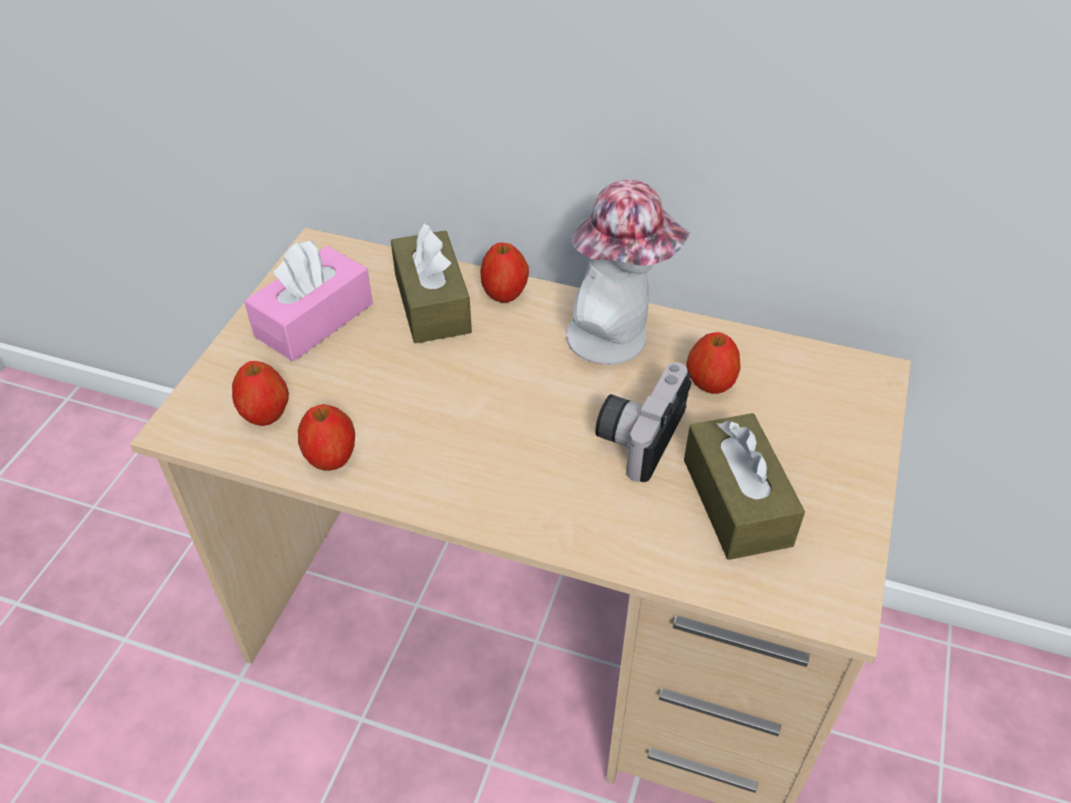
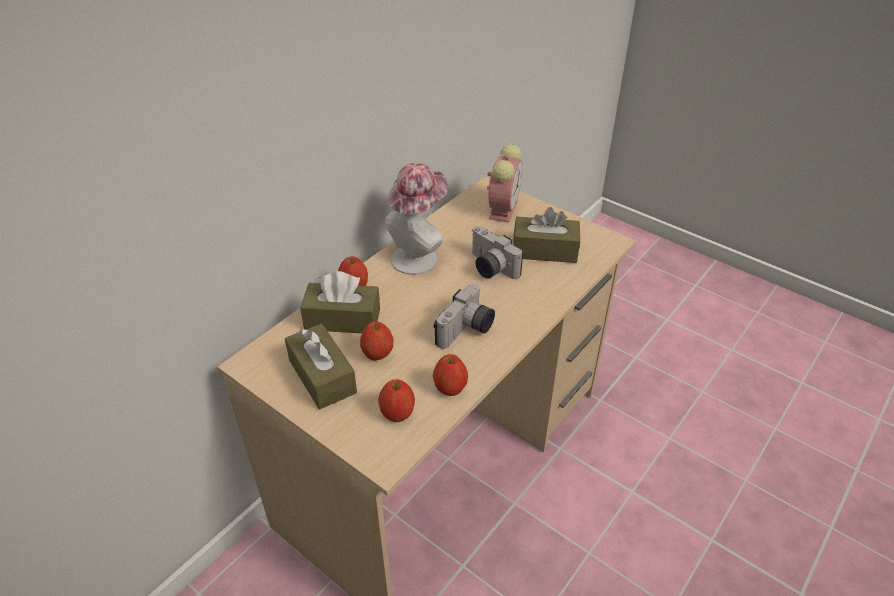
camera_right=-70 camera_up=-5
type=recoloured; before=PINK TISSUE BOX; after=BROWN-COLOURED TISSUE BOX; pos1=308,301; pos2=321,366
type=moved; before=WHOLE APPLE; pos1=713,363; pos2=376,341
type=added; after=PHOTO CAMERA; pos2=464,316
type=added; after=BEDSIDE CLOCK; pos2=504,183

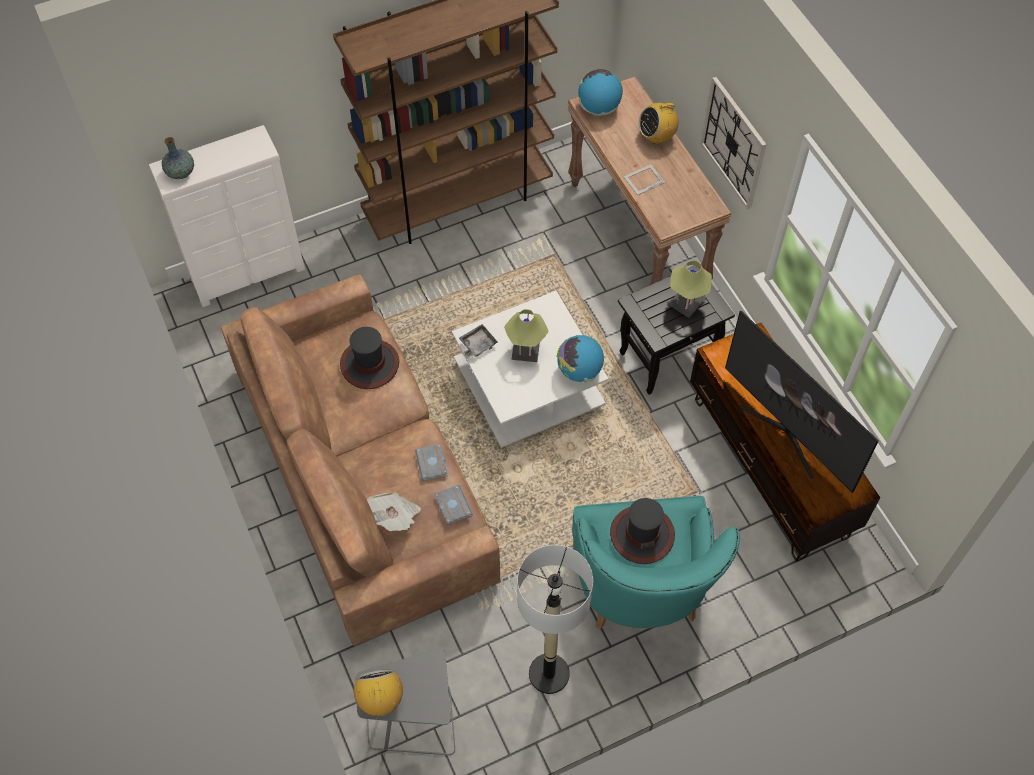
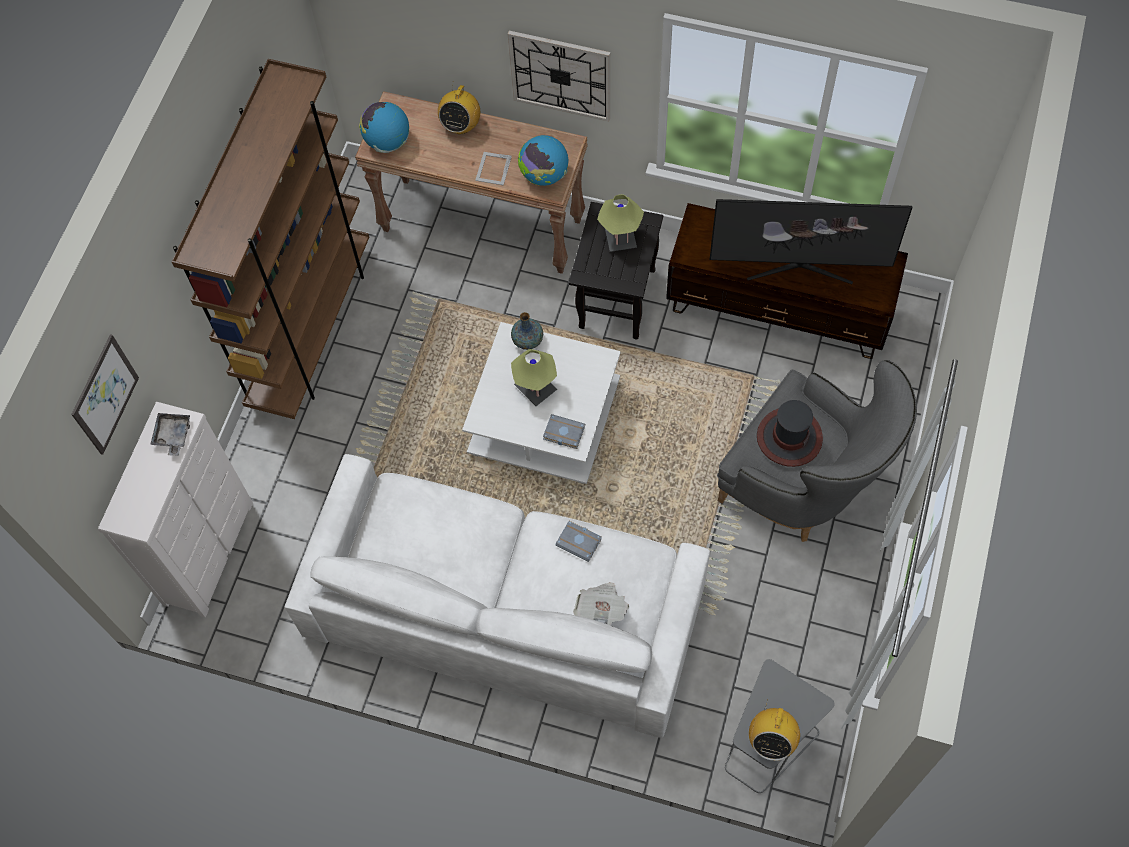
camera_right=-45 camera_up=5
type=added; after=WALL PICTURE; pos2=105,394
type=moved; before=GREY CARRYING TRAY; pos1=478,341; pos2=170,434
type=recoloured; before=BROWN-COLOURED SOFA; after=WHITE SOFA; pos1=360,460; pos2=497,596
type=moved; before=FLOWER VASE; pos1=178,158; pos2=527,331
type=moved; before=GLOBE; pos1=580,359; pos2=543,160
type=moved; before=GREY VOLUME; pos1=454,505; pos2=564,431
type=recoloured; before=TURQUOISE-COLOURED EASY CHAIR; after=GREY EASY CHAIR; pos1=656,562; pos2=817,451
type=turned; before=RADIO RECEIVER; pos1=378,692; pos2=774,730; turn=-105
type=removed; before=HAT; pos1=369,358
type=removed; before=STANDING LAMP; pos1=555,619

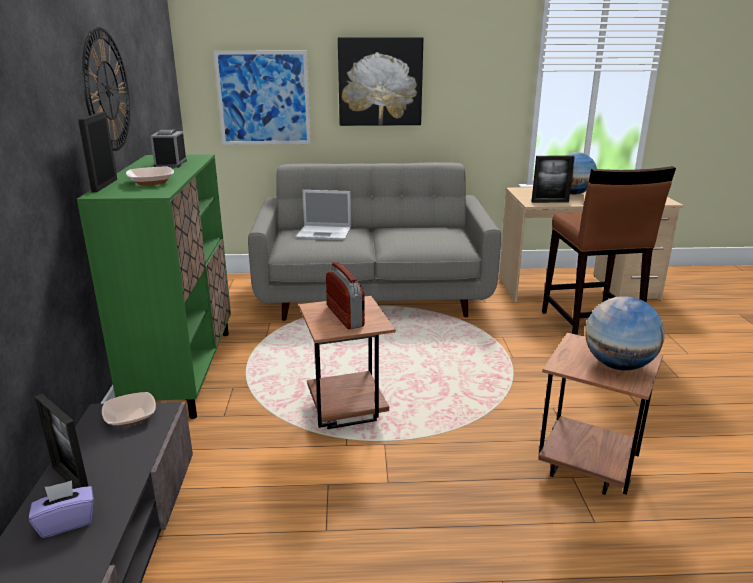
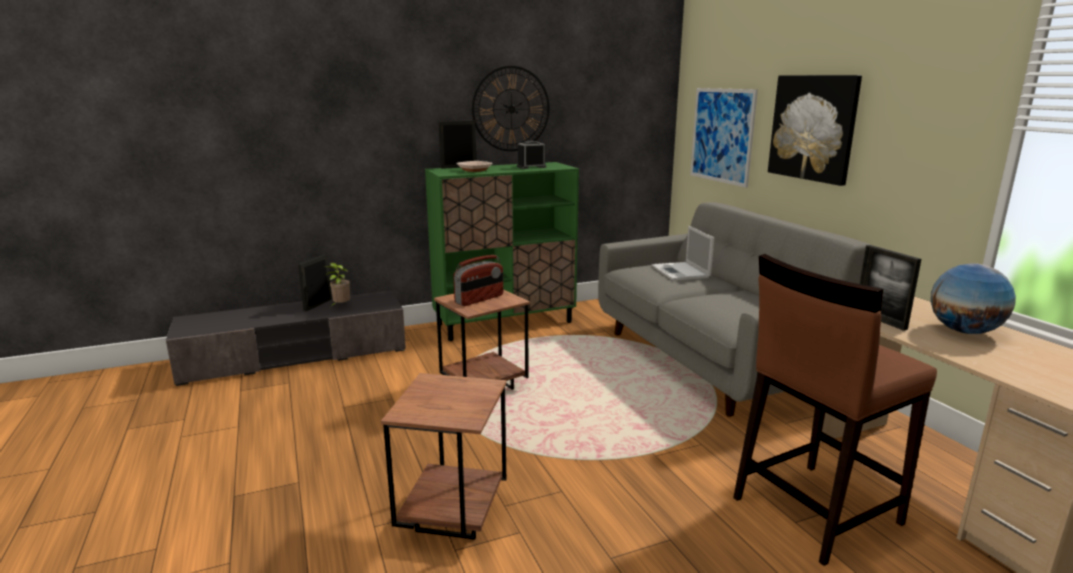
camera_right=70 camera_up=-5
type=added; after=HOUSEPLANT; pos2=337,285
type=removed; before=PURPLE TISSUE BOX; pos1=61,509
type=removed; before=SERVING BOWL; pos1=129,409
type=removed; before=GLOBE; pos1=625,333

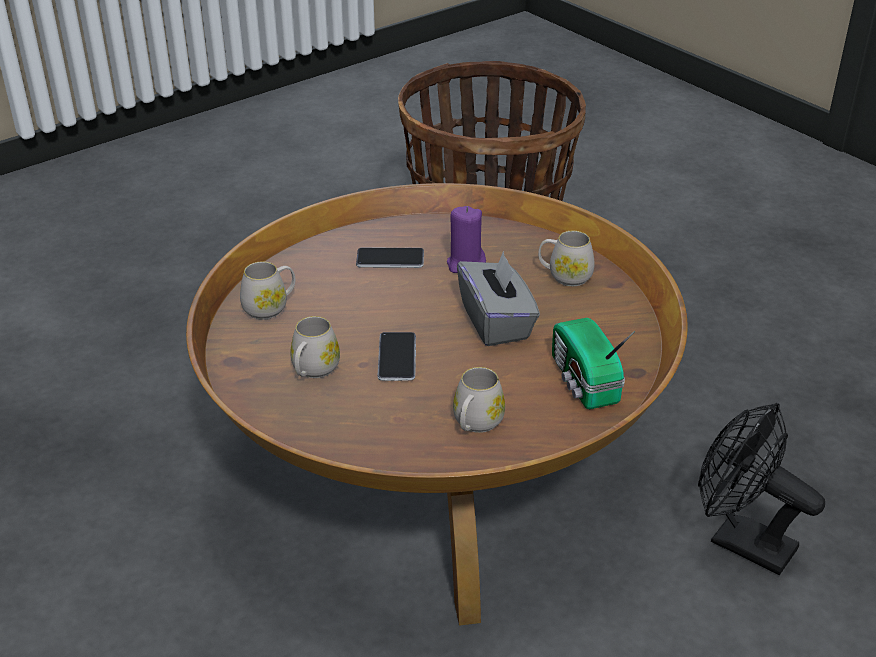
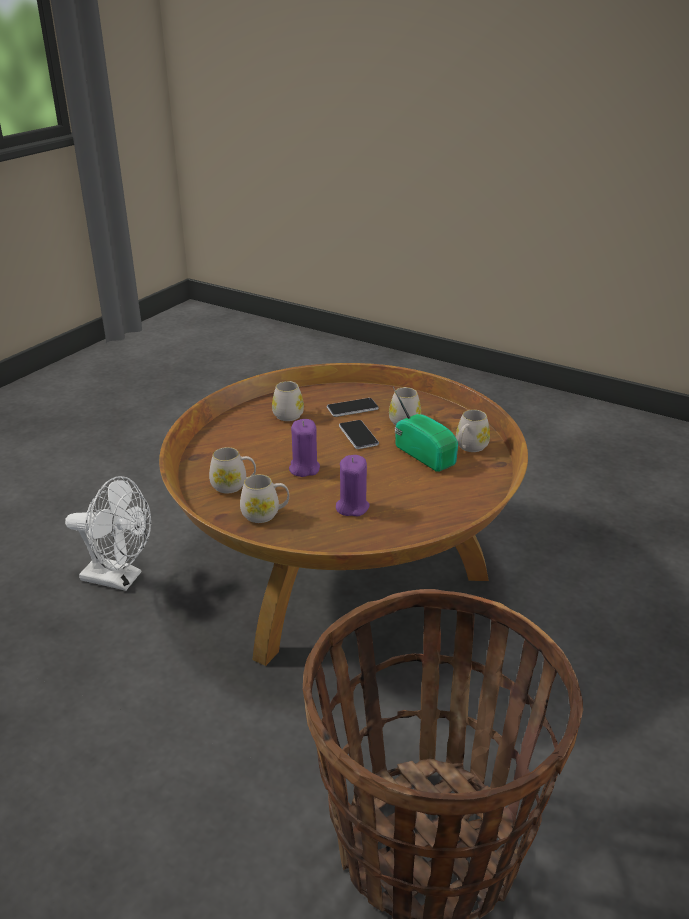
camera_right=160 camera_up=-5
type=recoloured; before=BLACK FAN; after=WHITE FAN; pos1=761,489; pos2=108,533
type=added; after=WHITE COFFEE MUG; pos2=232,470
type=replaced; before=GREY TISSUE BOX; after=PURPLE CANDLE; pos1=498,298; pos2=304,448
type=moved; before=PHONE; pos1=390,257; pos2=353,407
type=moved; before=RADIO RECEIVER; pos1=593,363; pos2=425,429

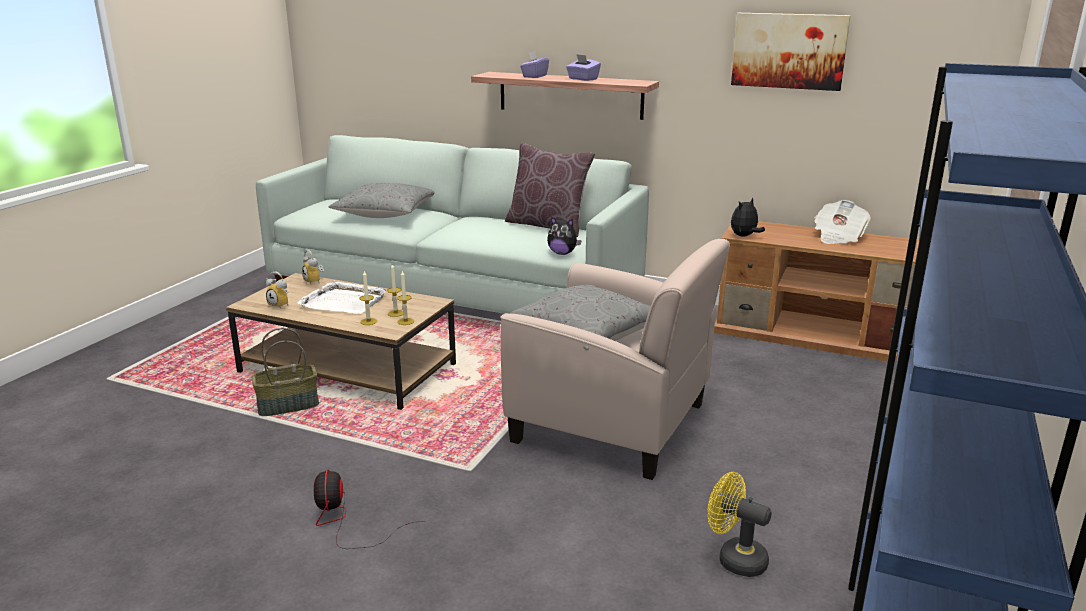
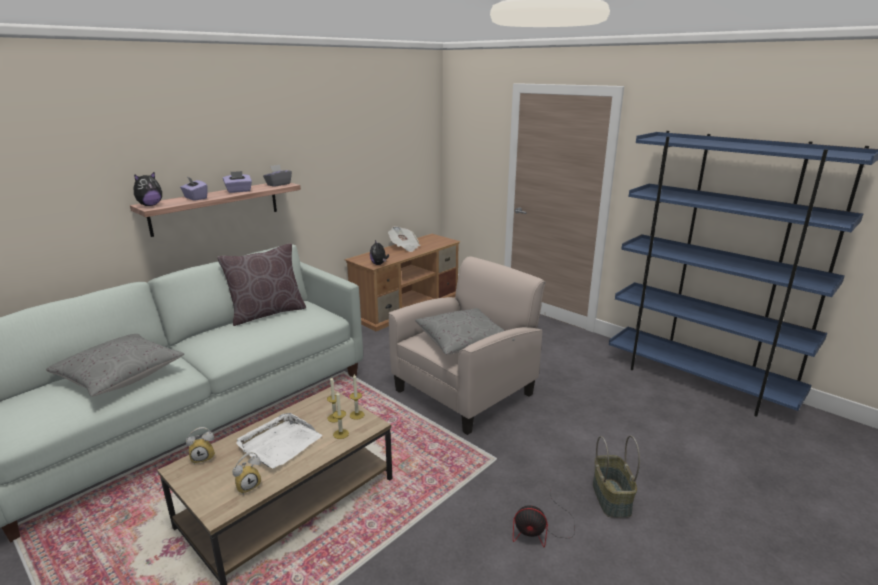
camera_right=-70 camera_up=0
type=moved; before=SOFT TOY; pos1=564,236; pos2=148,189
type=added; after=GREY TISSUE BOX; pos2=277,176
type=moved; before=HOUSEHOLD BASKET; pos1=285,372; pos2=616,477
type=removed; before=YELLOW FAN; pos1=740,524
type=removed; before=WALL PICTURE; pos1=791,52

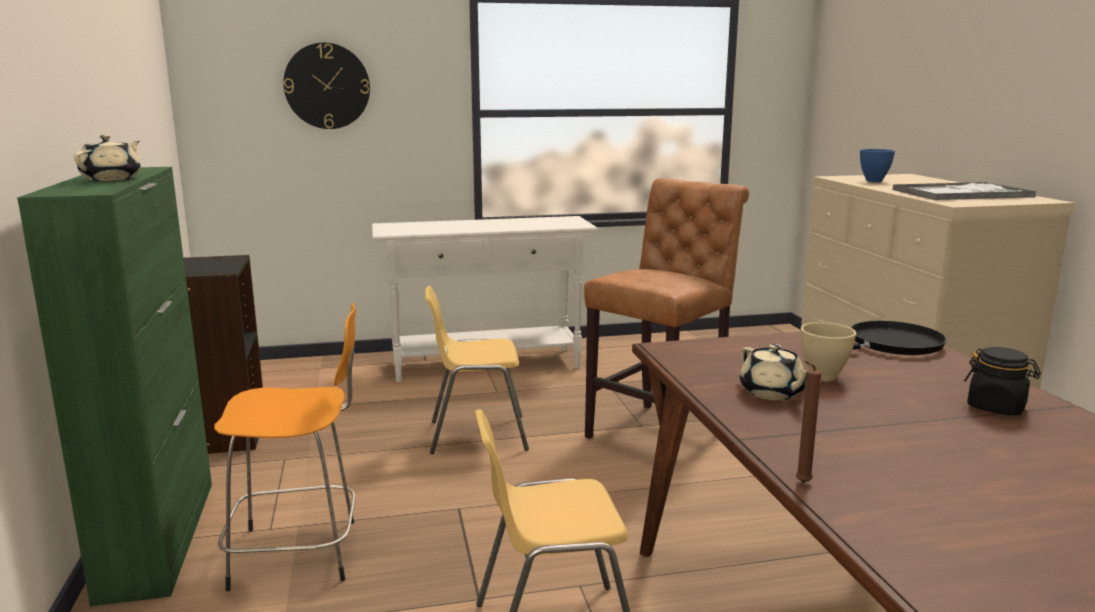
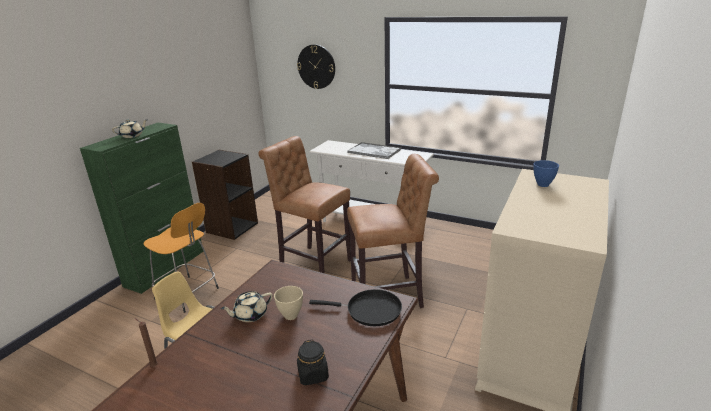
camera_right=40 camera_up=10
type=turned; before=SAND-COLOURED TEAPOT; pos1=774,372; pos2=246,306; turn=45
type=replaced; before=YELLOW UPRIGHT CHAIR; after=BROWN-COLOURED SITTING STOOL; pos1=477,370; pos2=304,204
type=moved; before=CARRYING TRAY; pos1=964,191; pos2=374,150

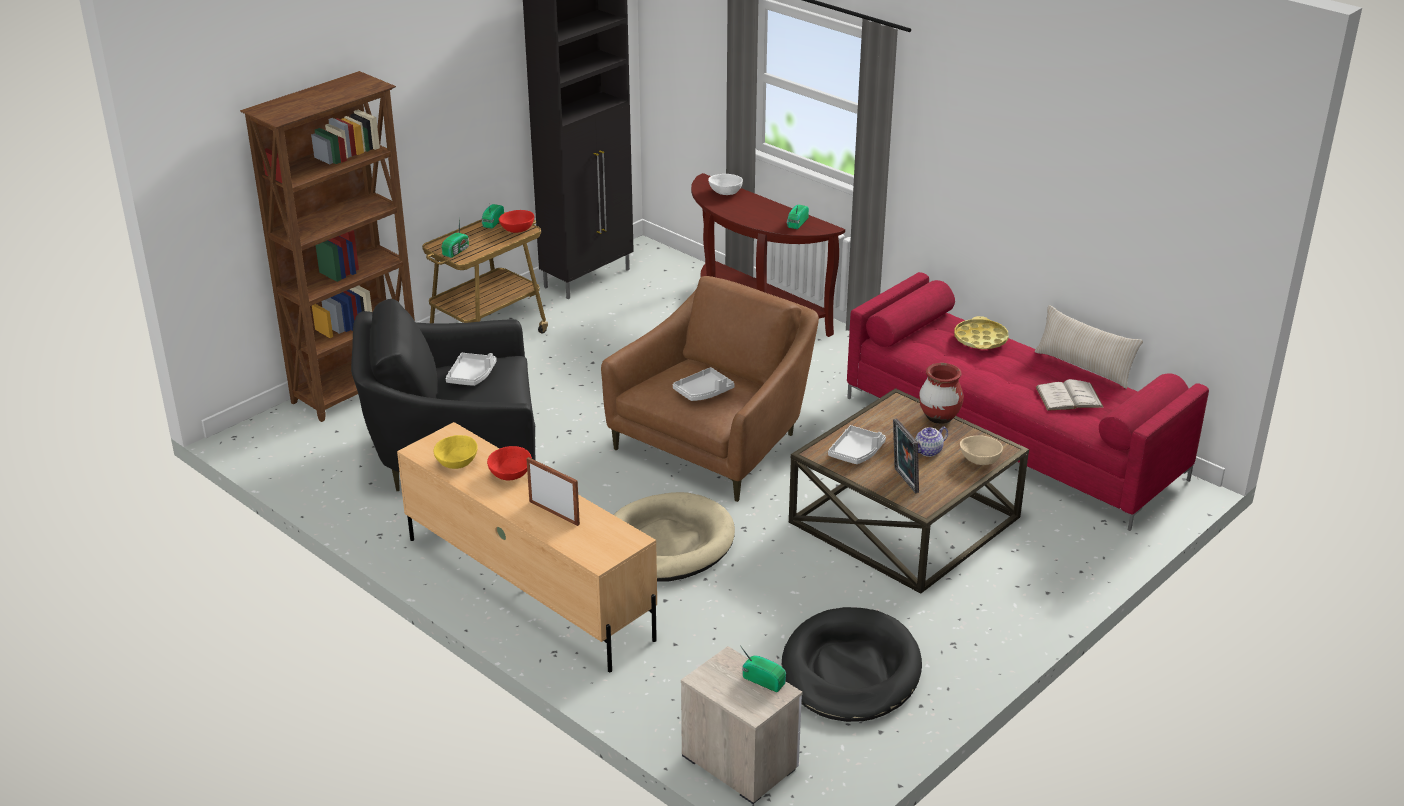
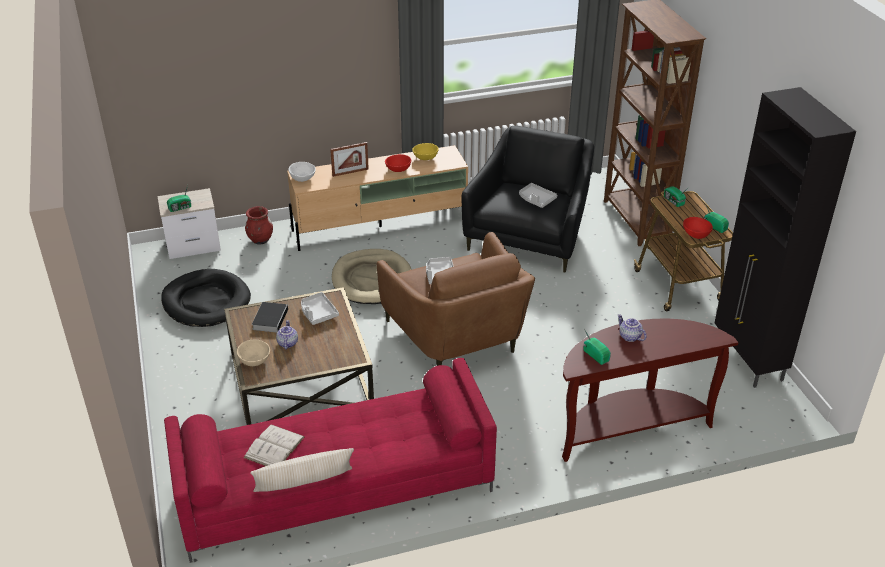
camera_right=120 camera_up=5
type=moved; before=RED FLOWER VASE; pos1=941,393; pos2=259,225
type=replaced; before=PICTURE FRAME; after=VOLUME; pos1=906,455; pos2=270,317
type=moved; before=WHITE SERVING BOWL; pos1=725,184; pos2=302,172
type=added; after=TEAPOT; pos2=632,328
type=removed; before=YELLOW CARRYING TRAY; pos1=981,332

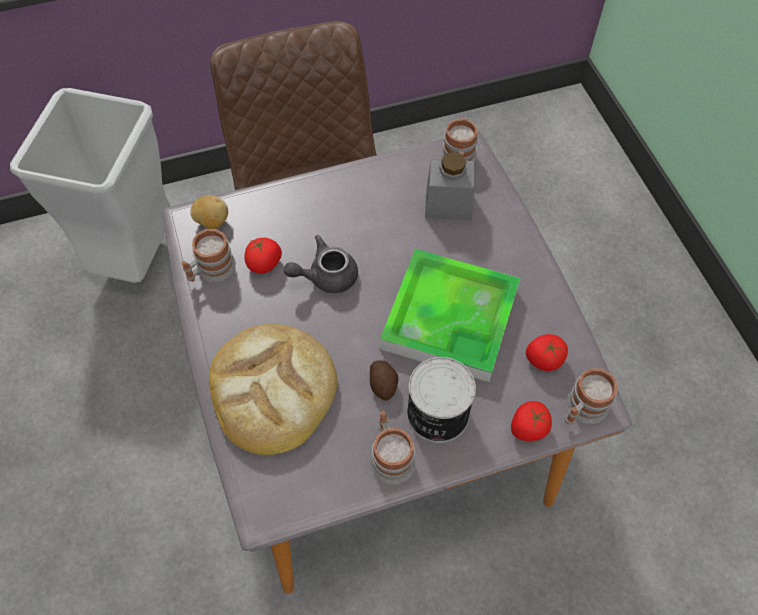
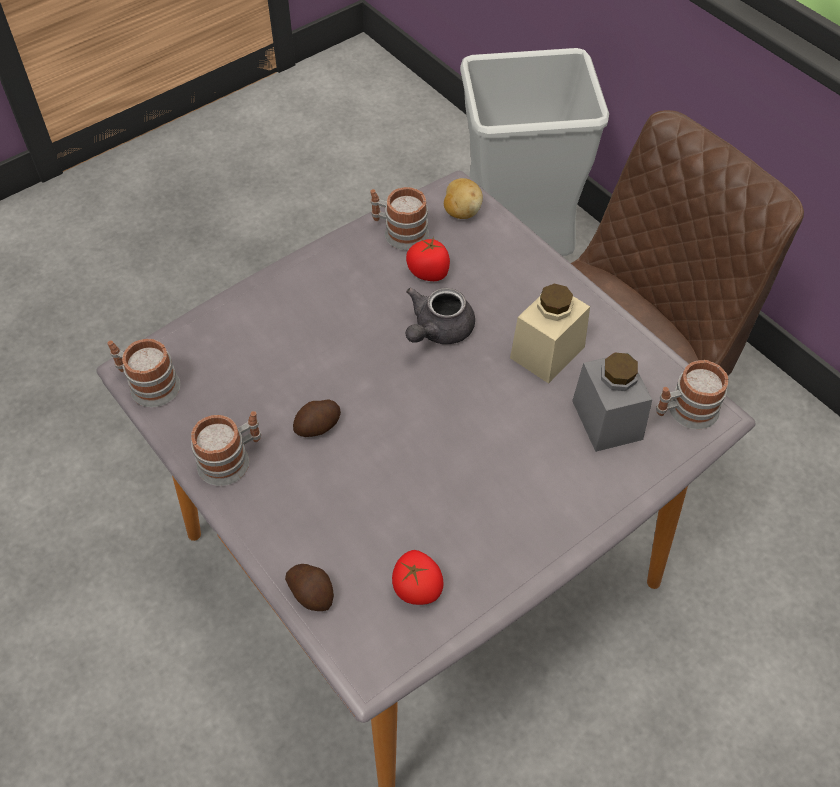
camera_right=70 camera_up=-5
type=moved; before=COFFEE MUG; pos1=591,396; pos2=143,373
type=replaced; before=FRESH TOMATO; after=WHOLE POTATO; pos1=531,421; pos2=309,587
type=turned; before=GREY TEAPOT; pos1=321,264; pos2=440,316; turn=-105
type=added; after=SAND-COLOURED STORAGE JAR; pos2=550,334
type=removed; before=BAKERY BREAD; pos1=273,389
type=removed; before=CARRYING TRAY; pos1=450,315
type=removed; before=SEALED CAN; pos1=441,400

